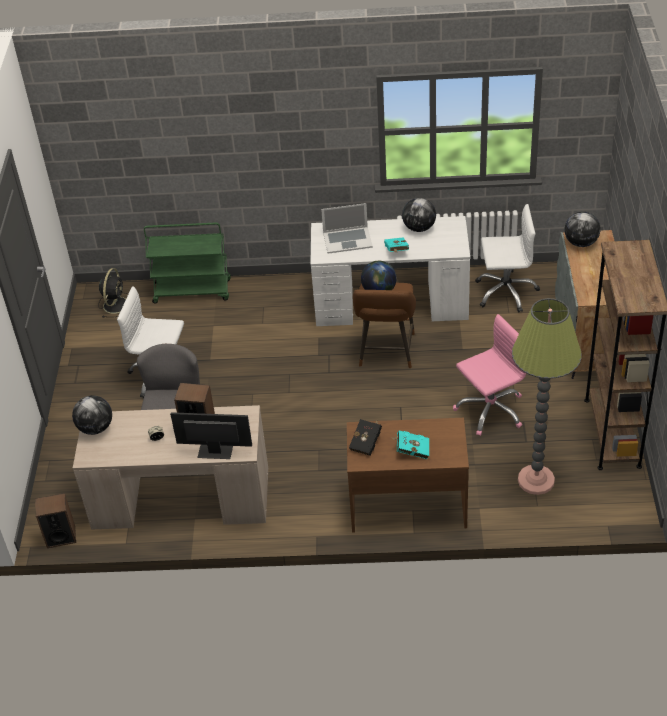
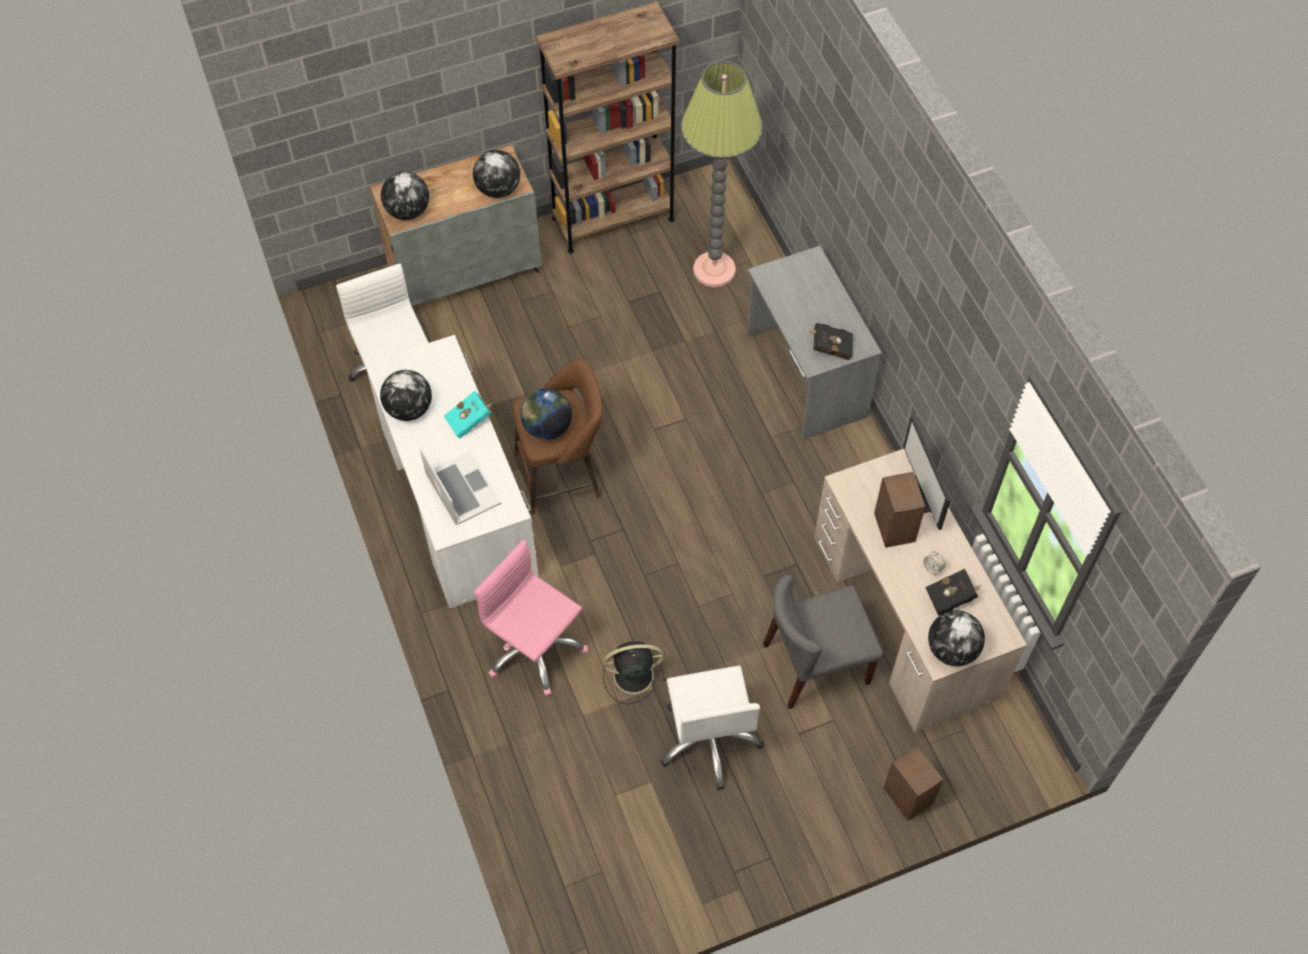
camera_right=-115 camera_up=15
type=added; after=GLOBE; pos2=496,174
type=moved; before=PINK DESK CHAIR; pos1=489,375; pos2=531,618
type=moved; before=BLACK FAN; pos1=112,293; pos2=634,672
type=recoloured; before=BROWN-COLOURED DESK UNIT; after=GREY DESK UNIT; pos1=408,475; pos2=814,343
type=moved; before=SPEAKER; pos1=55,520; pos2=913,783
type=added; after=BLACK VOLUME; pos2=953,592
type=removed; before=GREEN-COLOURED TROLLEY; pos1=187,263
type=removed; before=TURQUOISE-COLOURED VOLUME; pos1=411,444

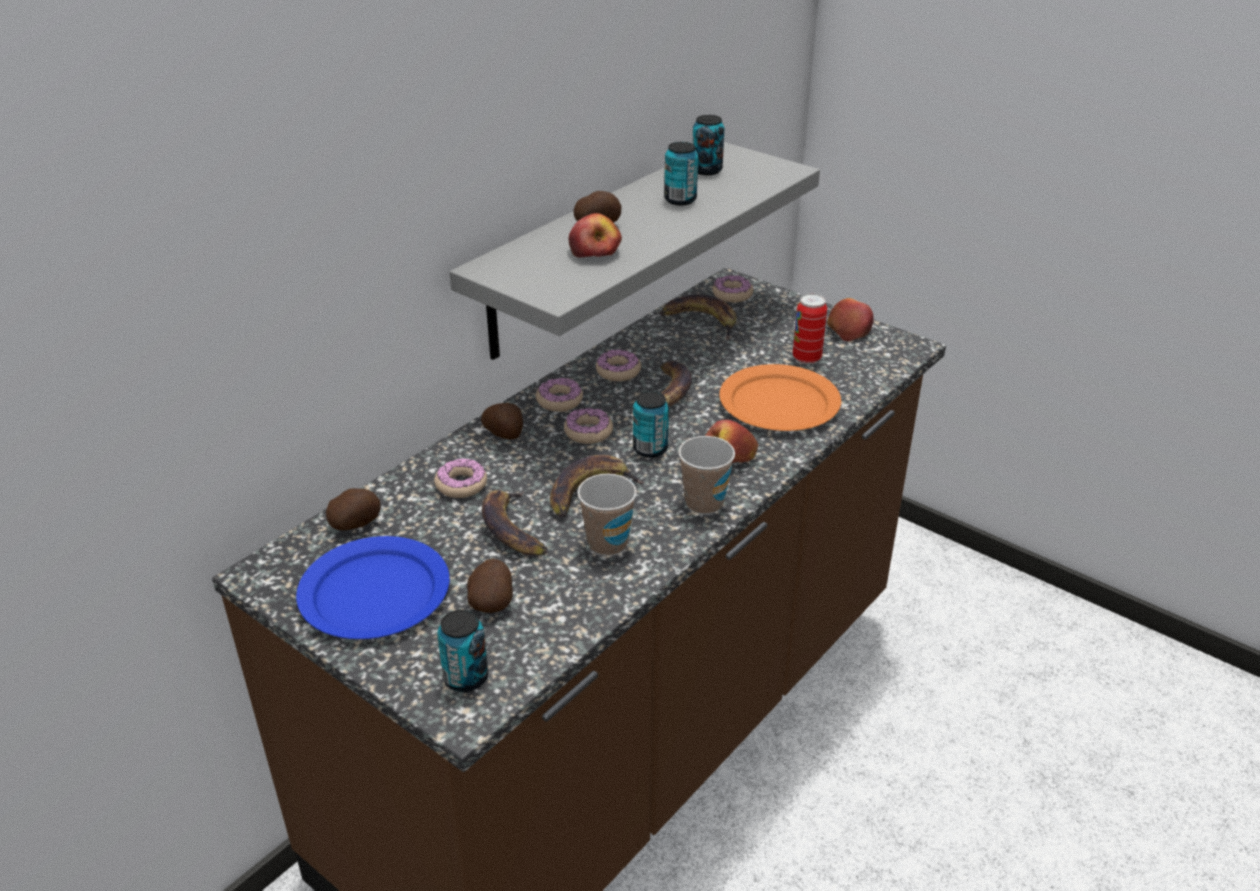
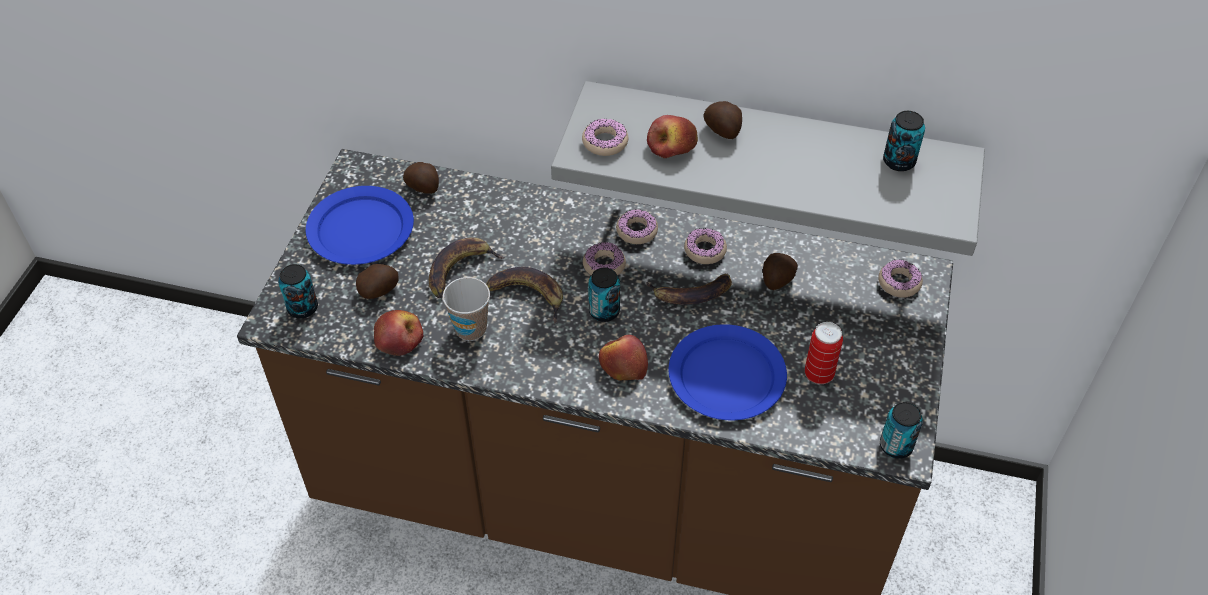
camera_right=65 camera_up=15
type=moved; before=WHOLE APPLE; pos1=850,320; pos2=398,333
type=moved; before=DONUT; pos1=460,478; pos2=605,137
type=recoloured; before=ORANGE PLATE; after=BLUE-COLOURED PLATE; pos1=780,397; pos2=727,372
type=moved; before=WHOLE POTATO; pos1=502,421; pos2=780,271
type=moved; before=SEALED CAN; pos1=681,173; pos2=901,430
type=removed; before=WHOLE BANANA; pos1=698,317
type=removed; before=DRINKING CUP; pos1=706,475

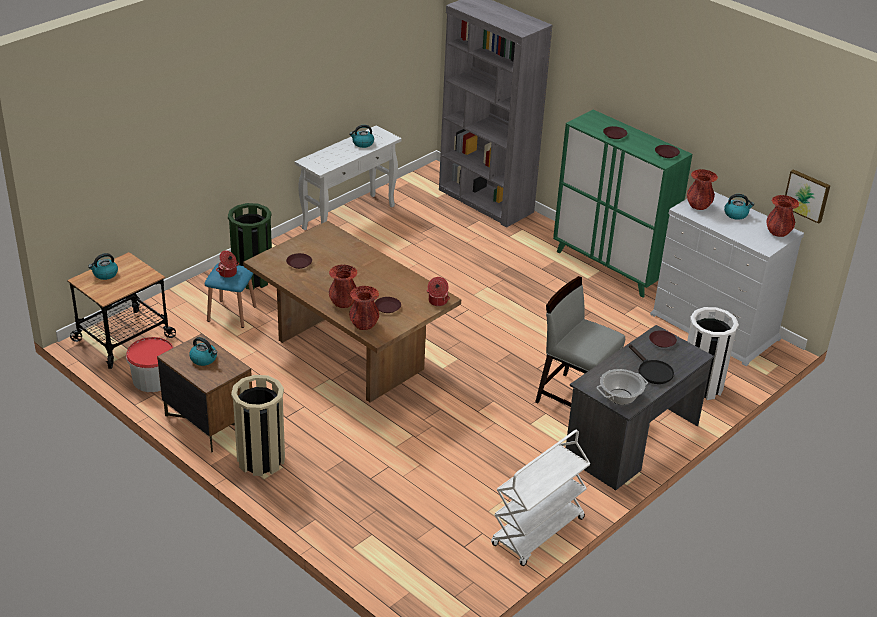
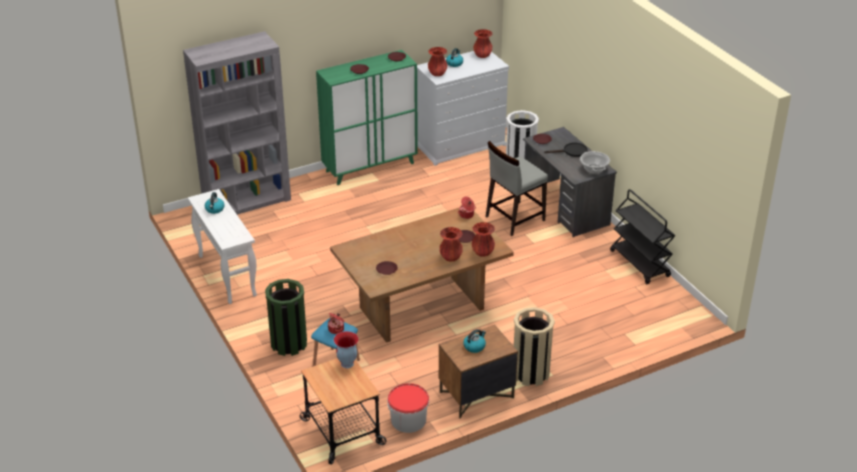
camera_right=-70 camera_up=0
type=added; after=FLOWER VASE; pos2=346,349
type=recoloured; before=WHITE TROLLEY; after=BLACK TROLLEY; pos1=541,498; pos2=642,236
type=removed; before=TEA KETTLE; pos1=103,266
type=removed; before=WALL PICTURE; pos1=807,196

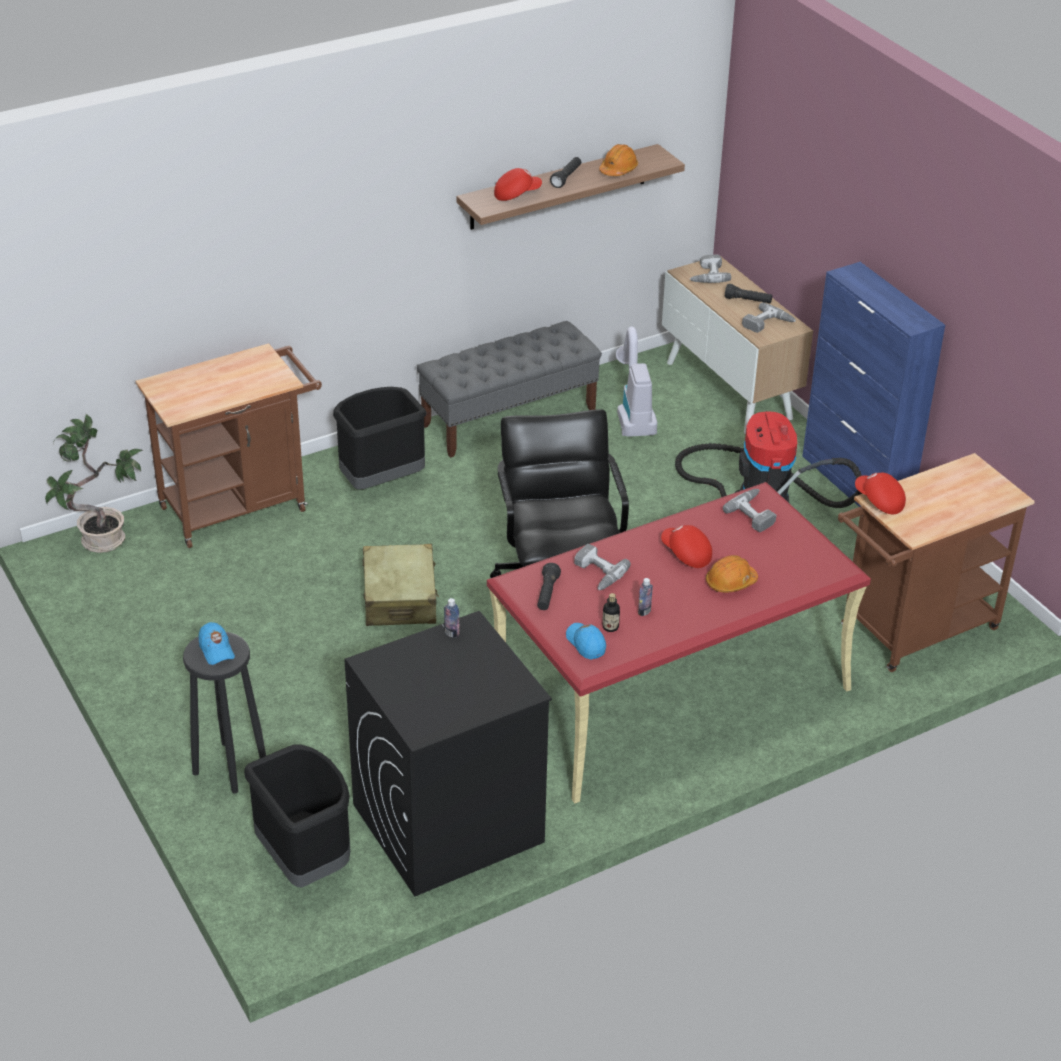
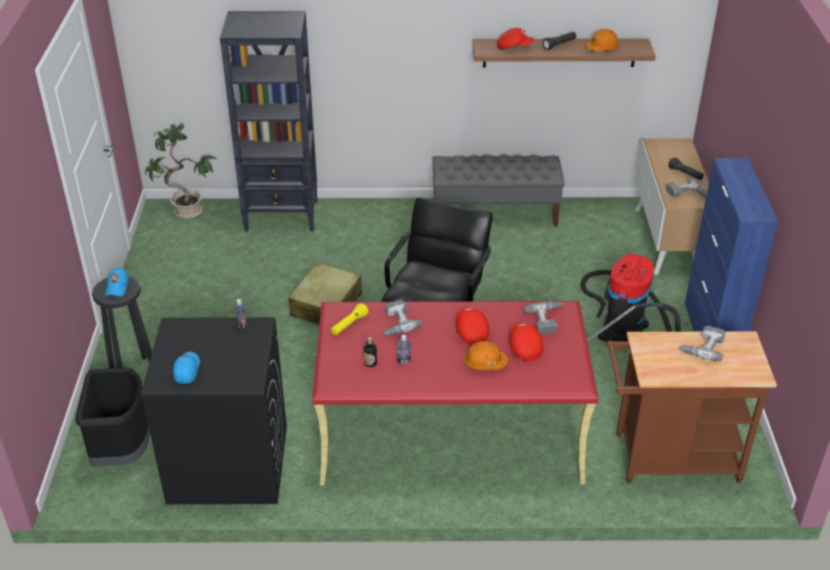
camera_right=30 camera_up=0
type=moved; before=BLUE-COLOURED PEAKED CAP; pos1=586,641; pos2=186,368
type=replaced; before=BROWN-COLOURED TROLLEY; after=BLACK BOOKCASE; pos1=229,445; pos2=269,121
type=recoloured; before=BLACK TORCH; after=YELLOW TORCH; pos1=549,586; pos2=349,319
type=moved; before=RED PEAKED CAP; pos1=880,493; pos2=526,342
type=moved; before=ELECTRIC DRILL; pos1=710,269; pos2=702,343
type=removed; before=BLACK TRASH CAN; pos1=380,438
type=removed; before=HOOVER; pos1=636,381

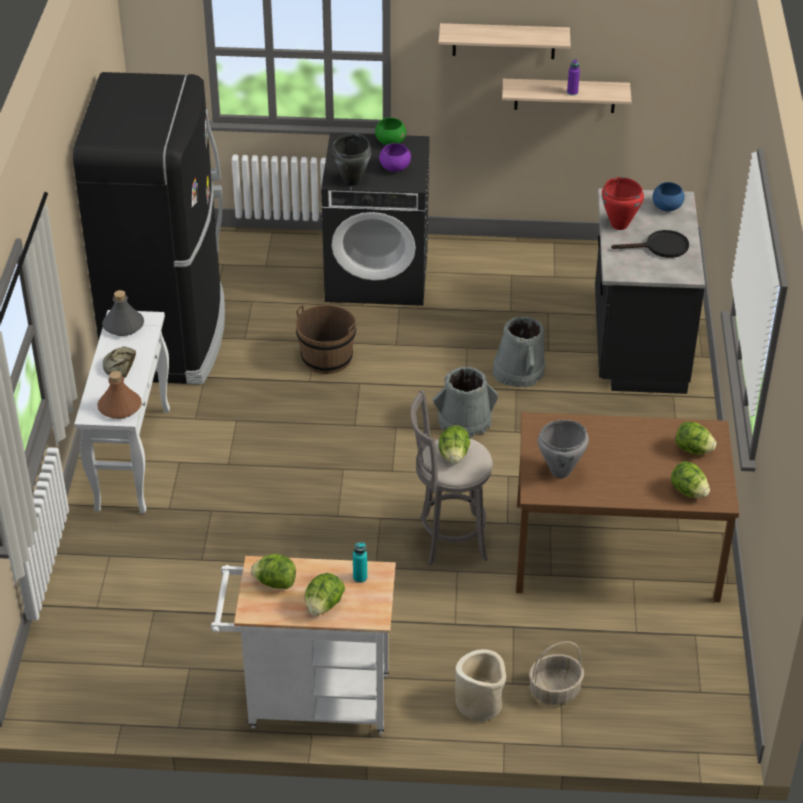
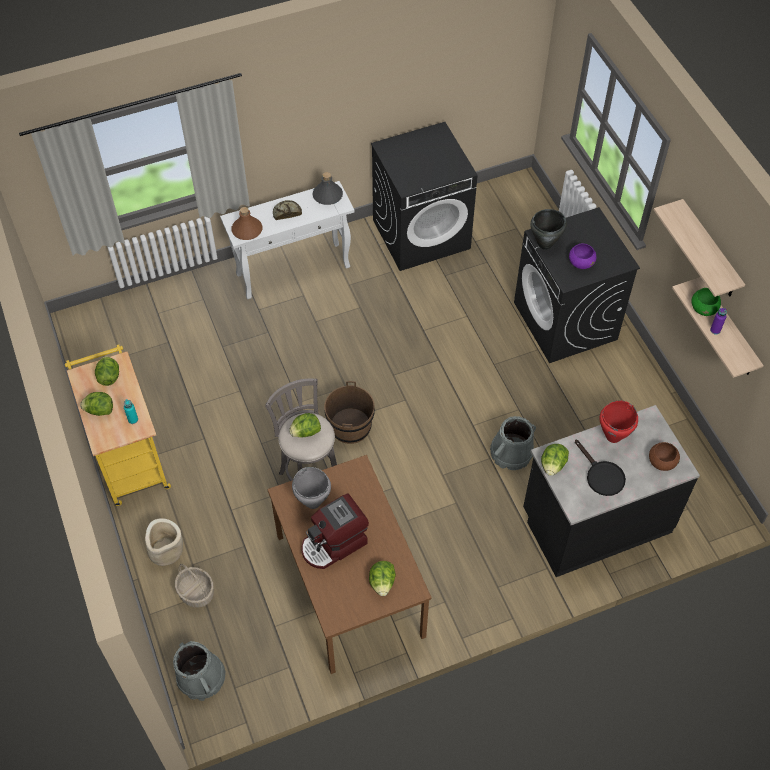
camera_right=65 camera_up=15
type=recoloured; before=WHITE TROLLEY; after=YELLOW TROLLEY; pos1=303,645; pos2=118,425
type=moved; before=GREY PAIL; pos1=465,402; pos2=199,671
type=added; after=COFFEE BREWER; pos2=335,531
type=moved; before=BROWN-COLOURED PAIL; pos1=326,339; pos2=349,412
type=replaced; before=BLACK FRIDGE; after=BLACK LAUNDRY APPLIANCE; pos1=149,228; pos2=424,196
type=moved; before=LETTUCE HEAD; pos1=690,479; pos2=555,460
type=recoloured; before=BLUE-COLOURED SERVING BOWL; after=BROWN-COLOURED SERVING BOWL; pos1=668,196; pos2=664,456
type=moved; before=GREEN-COLOURED SERVING BOWL; pos1=390,131; pos2=706,302

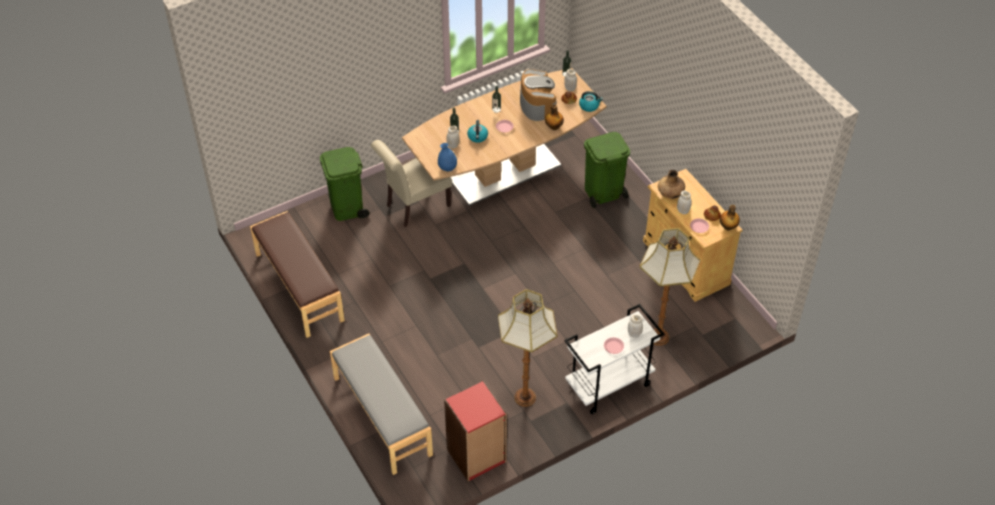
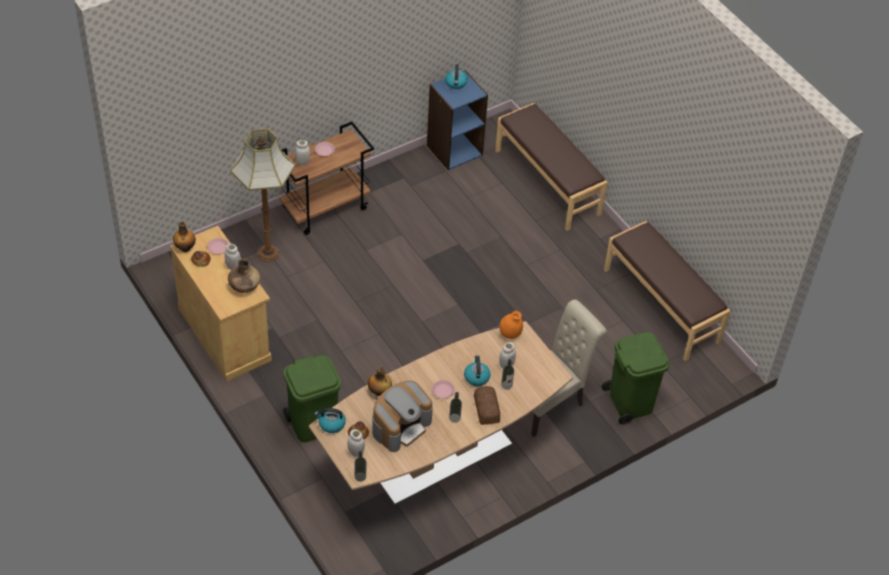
camera_right=175 camera_up=0
type=recoloured; before=WHITE TROLLEY; after=BROWN-COLOURED TROLLEY; pos1=614,359; pos2=326,178
type=turned; before=COFFEE BREWER; pos1=538,95; pos2=402,416; turn=-120
type=recoloured; before=RED BOOKCASE; after=BLUE-COLOURED BOOKCASE; pos1=475,431; pos2=457,120
type=added; after=TEA KETTLE; pos2=456,76
type=added; after=BAKERY BREAD; pos2=487,405
type=recoloured; before=GREY INDOOR BENCH; after=BROWN-COLOURED INDOOR BENCH; pos1=381,404; pos2=551,167
type=recoloured; before=BLUE-COLOURED FLOWER VASE; after=ORANGE FLOWER VASE; pos1=447,157; pos2=511,325
type=removed; before=STANDING LAMP; pos1=528,348

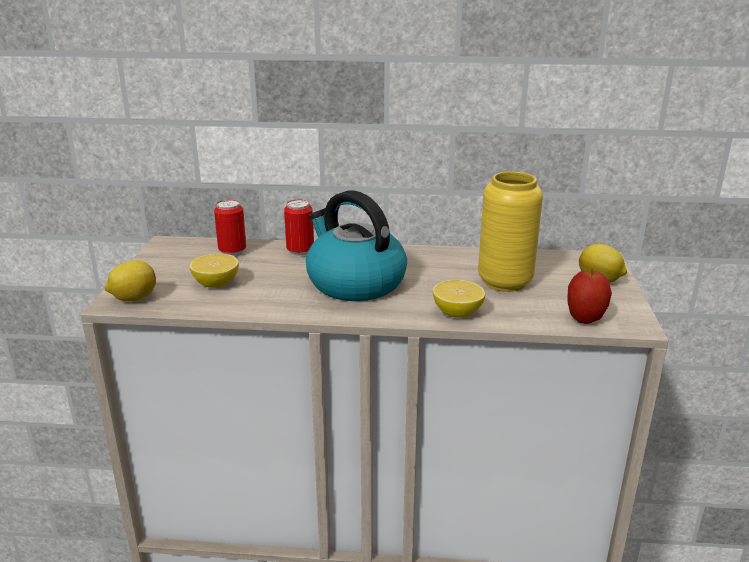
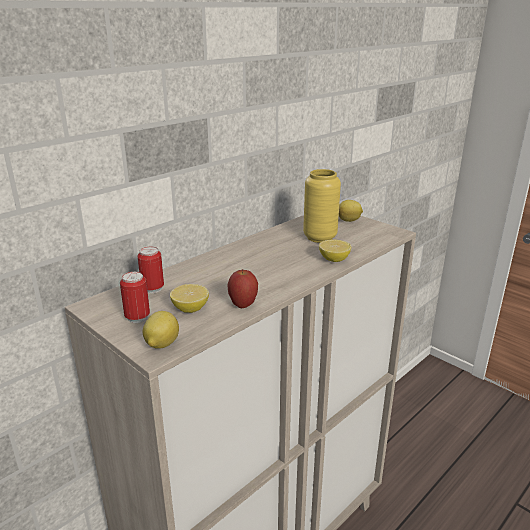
camera_right=-50 camera_up=0
type=moved; before=SEALED CAN; pos1=299,228; pos2=135,297
type=moved; before=WHOLE APPLE; pos1=589,297; pos2=242,288
type=removed; before=TEA KETTLE; pos1=356,246

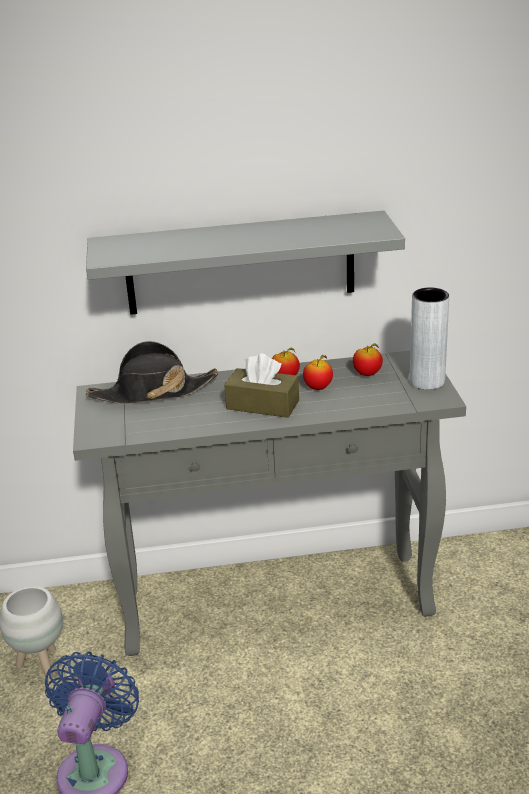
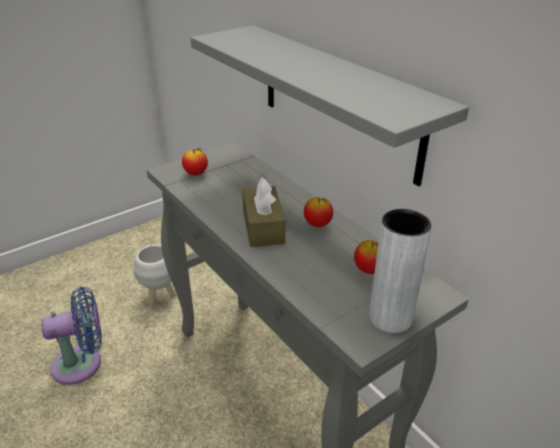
camera_right=60 camera_up=5
type=moved; before=WHOLE APPLE; pos1=318,372; pos2=195,161
type=removed; before=BLACK HAT; pos1=152,372

